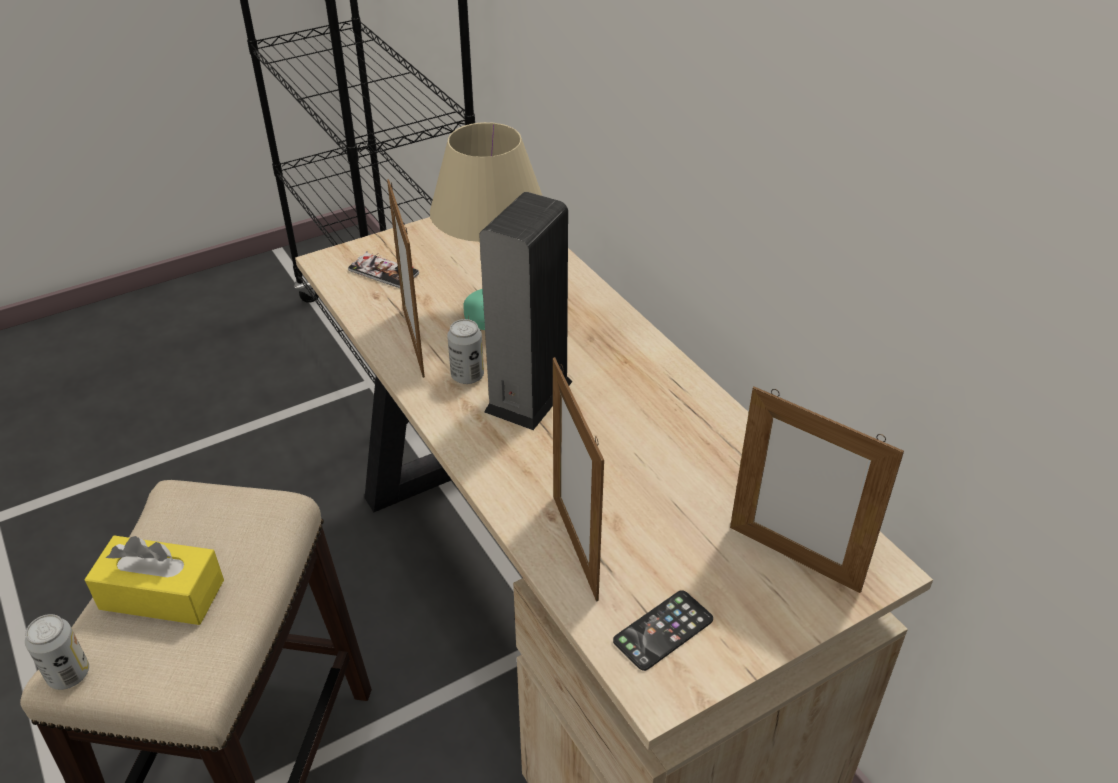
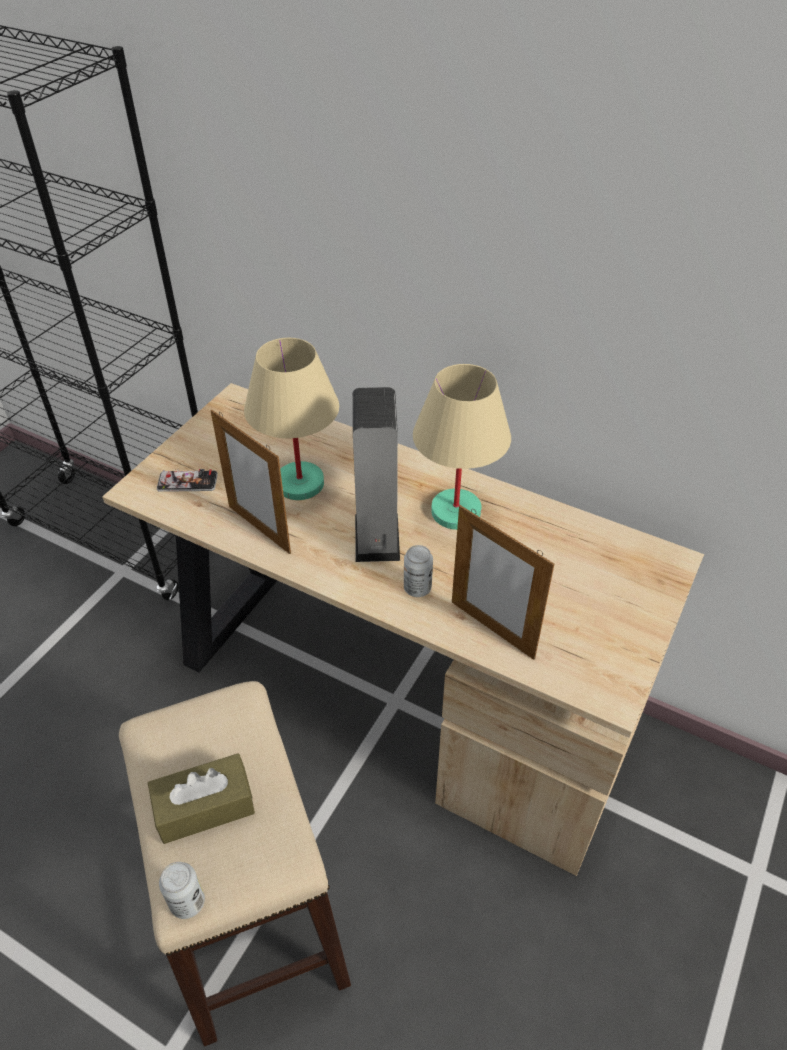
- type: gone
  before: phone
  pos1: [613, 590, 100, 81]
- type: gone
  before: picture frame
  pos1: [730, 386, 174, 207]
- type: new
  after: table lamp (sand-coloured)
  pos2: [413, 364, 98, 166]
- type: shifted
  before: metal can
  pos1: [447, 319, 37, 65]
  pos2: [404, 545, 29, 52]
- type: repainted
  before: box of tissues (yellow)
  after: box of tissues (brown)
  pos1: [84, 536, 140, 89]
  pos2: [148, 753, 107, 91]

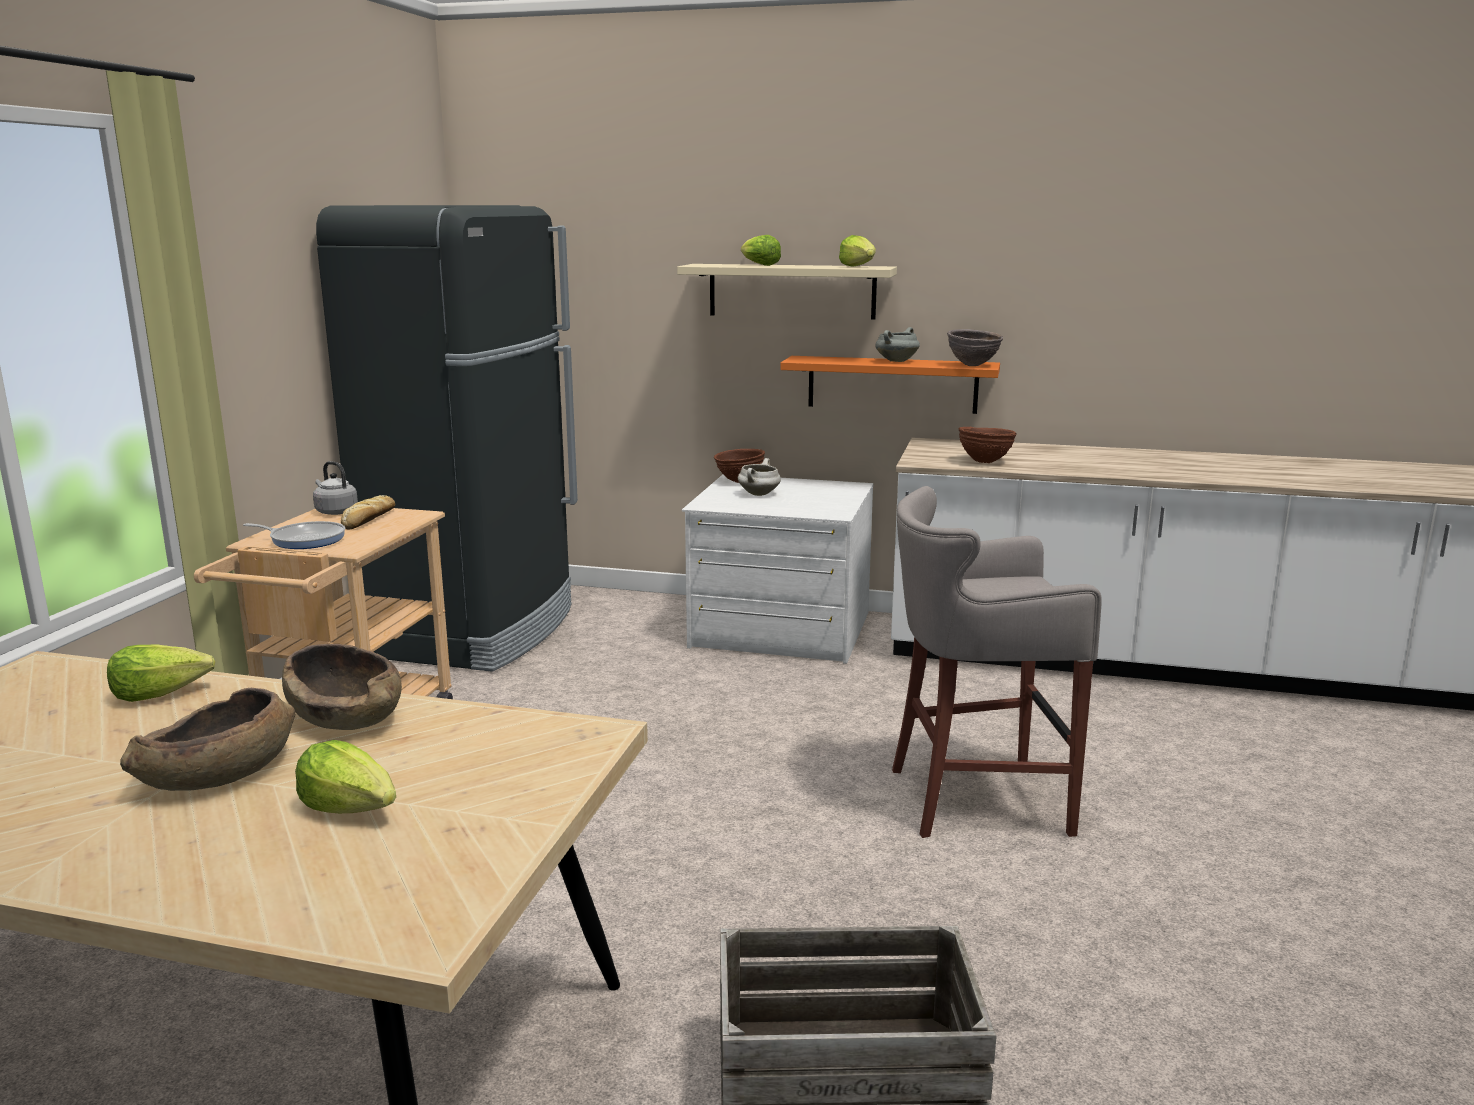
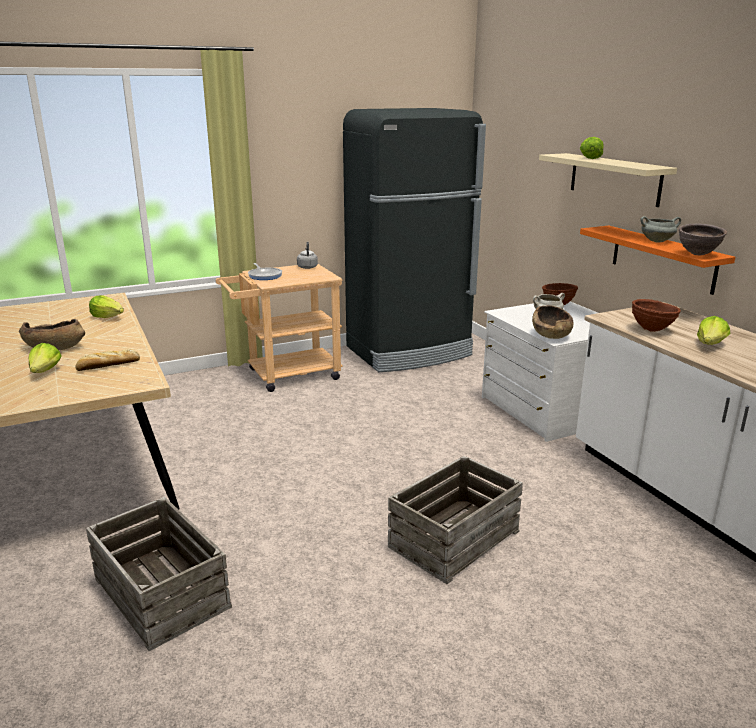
- type: shifted
  before: bowl (brown)
  pos1: [282, 644, 120, 86]
  pos2: [532, 305, 41, 34]
- type: shifted
  before: bread
  pos1: [341, 495, 54, 34]
  pos2: [75, 349, 65, 22]
- type: shifted
  before: lettuce
  pos1: [839, 235, 37, 32]
  pos2: [697, 316, 33, 29]
- type: swapped
  before: stool seat (grey)
  after: crate
  pos1: [892, 486, 210, 352]
  pos2: [388, 456, 135, 128]

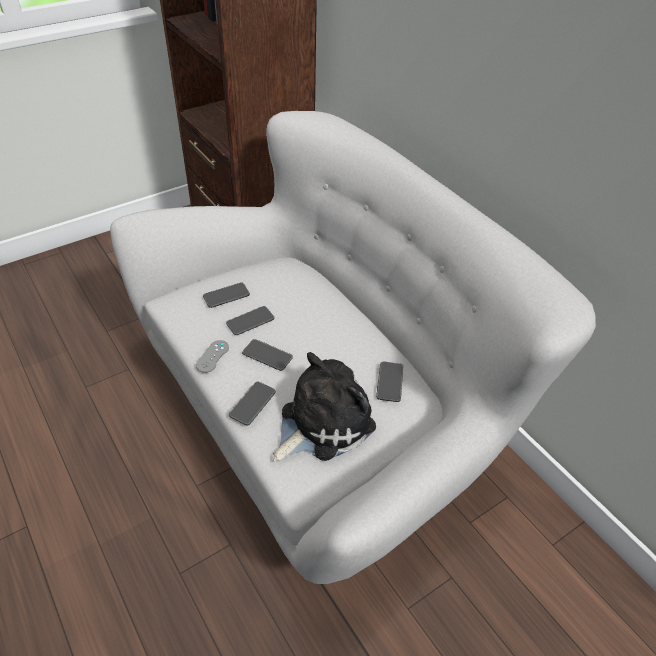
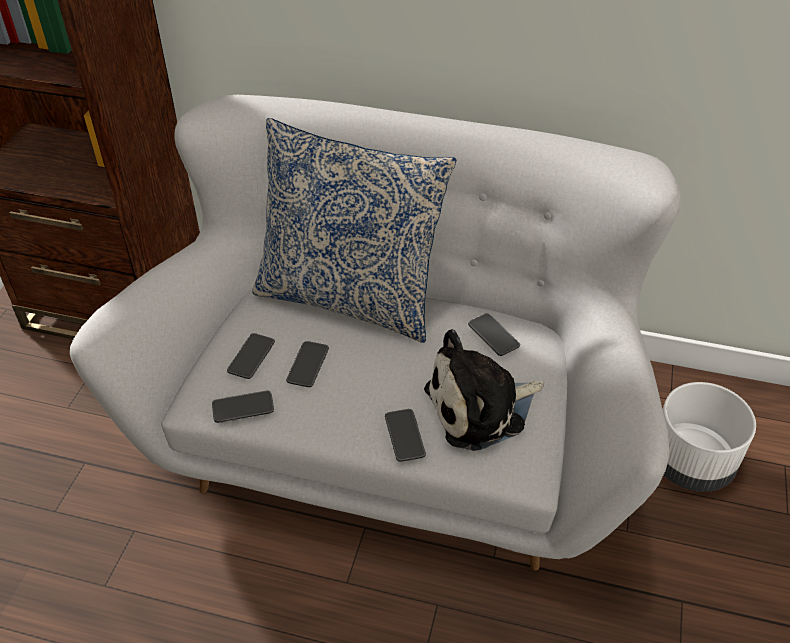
- type: gone
  before: joypad (grey)
  pos1: [196, 340, 33, 33]
- type: new
  after: cushion
  pos2: [252, 118, 204, 225]
- type: new
  after: plant pot (whitish)
  pos2: [662, 382, 94, 110]
- type: shifted
  before: phone
  pos1: [242, 339, 51, 32]
  pos2: [212, 390, 62, 33]
- type: rotated
  before: plush toy
  pos1: [273, 352, 103, 110]
  pos2: [424, 329, 120, 122]
  turn: -120

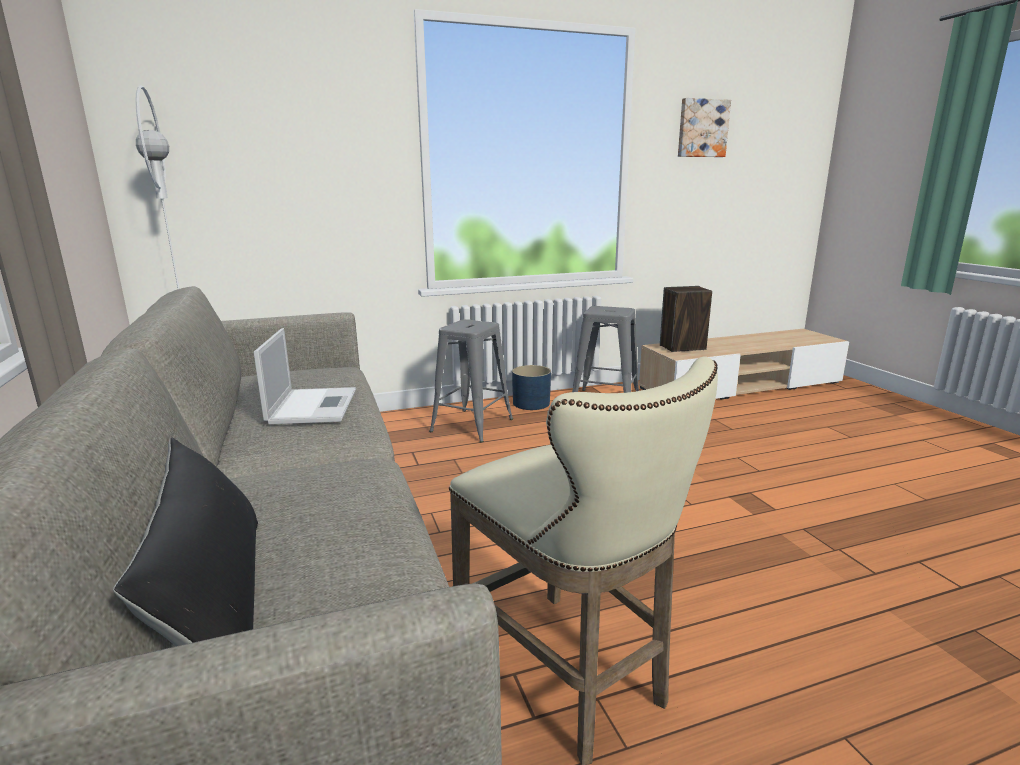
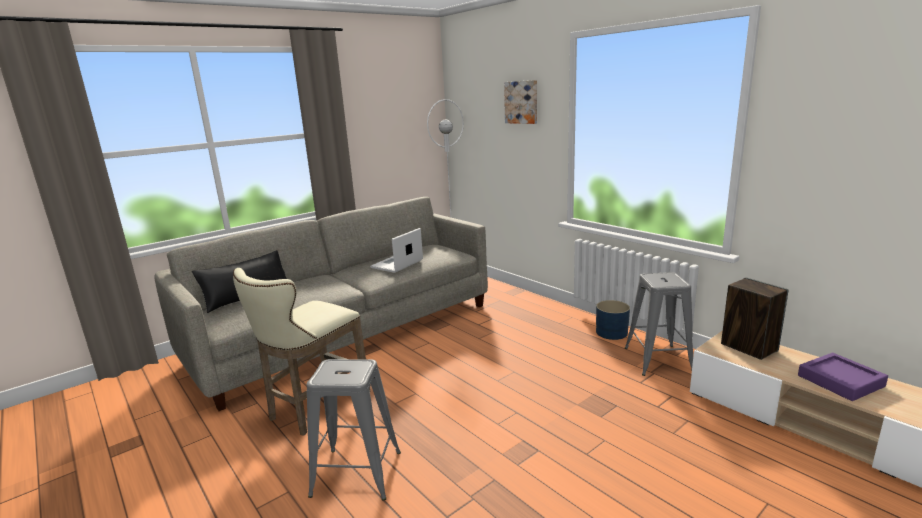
- type: new
  after: carrying tray (purple)
  pos2: [798, 353, 90, 48]
- type: shifted
  before: stool seat (grey)
  pos1: [429, 319, 84, 124]
  pos2: [307, 359, 94, 142]
- type: shifted
  before: wall art
  pos1: [678, 98, 53, 59]
  pos2: [504, 80, 33, 44]
- type: rotated
  before: laptop
  pos1: [254, 328, 102, 96]
  pos2: [370, 228, 53, 45]
  turn: 150

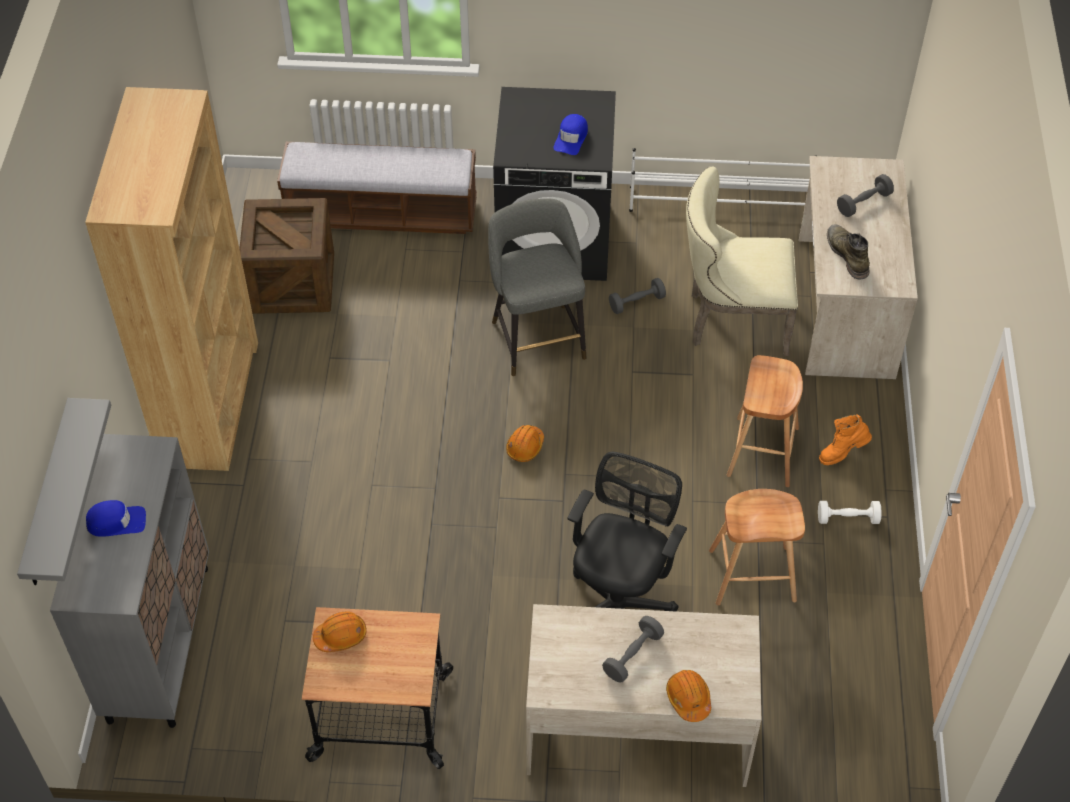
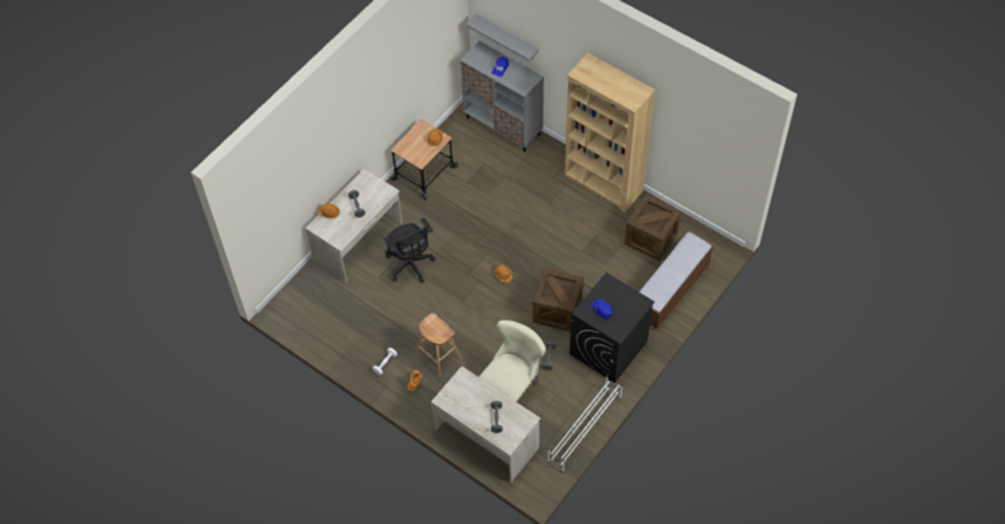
- type: gone
  before: stool seat (brown)
  pos1: [709, 489, 96, 116]
- type: gone
  before: boot (green-coloured)
  pos1: [827, 224, 43, 55]
- type: swapped
  before: stool seat (grey)
  after: crate
  pos1: [488, 198, 98, 178]
  pos2: [532, 268, 52, 64]

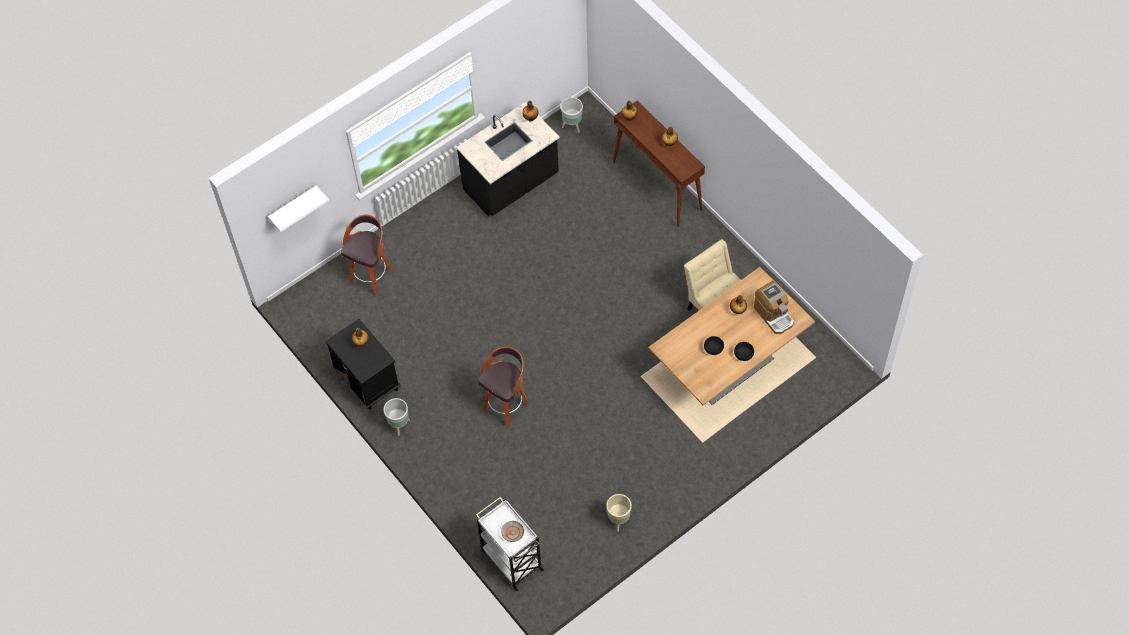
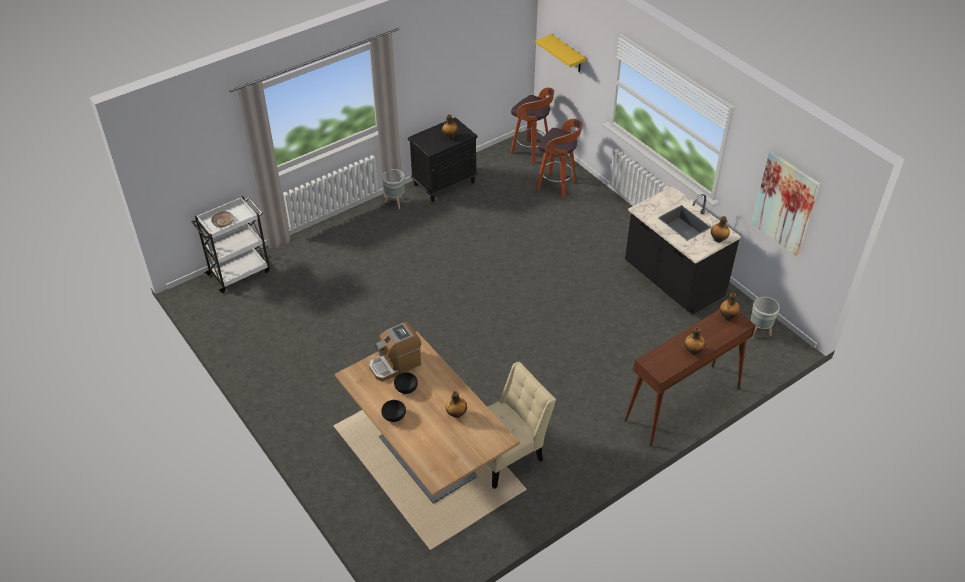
- type: gone
  before: plant pot (sand-coloured)
  pos1: [606, 494, 26, 38]
- type: new
  after: wall art
  pos2: [752, 151, 68, 105]
- type: shifted
  before: stool seat
  pos1: [478, 346, 51, 81]
  pos2: [511, 88, 43, 75]
- type: shifted
  before: coffee machine
  pos1: [754, 281, 40, 53]
  pos2: [369, 322, 52, 60]
- type: repainted
  before: wall shelf (whitish)
  after: wall shelf (yellow)
  pos1: [268, 185, 61, 47]
  pos2: [536, 34, 50, 39]

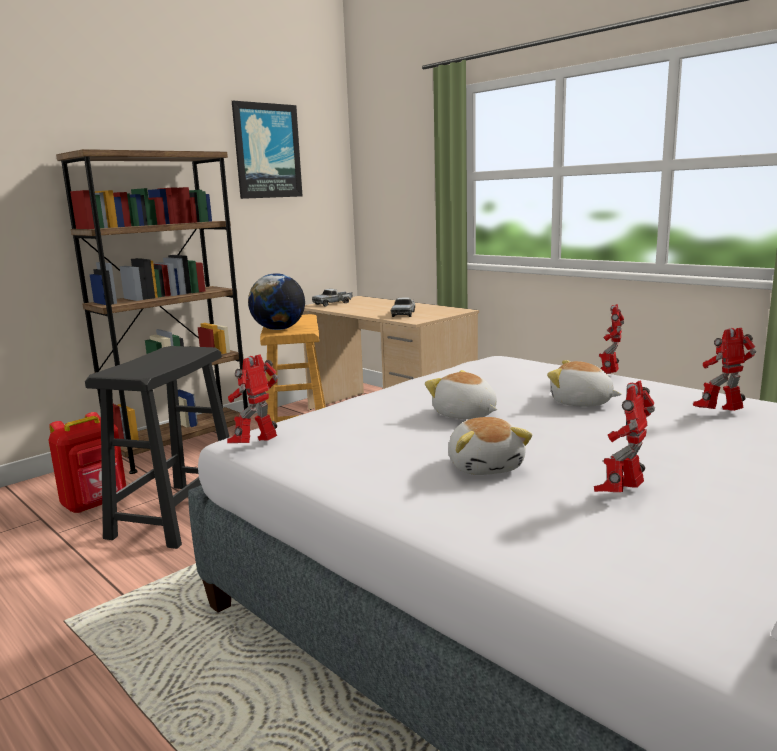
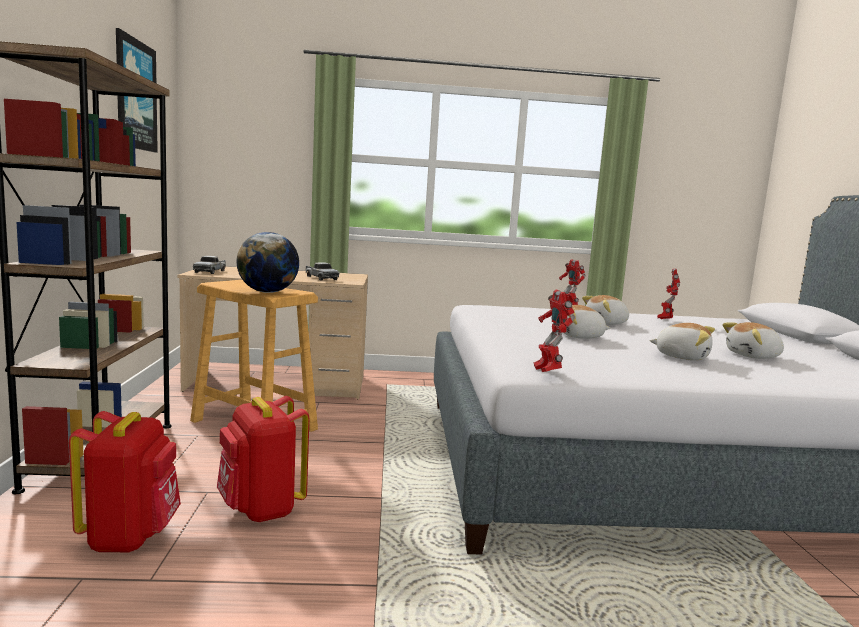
- type: swapped
  before: stool seat (blackish)
  after: backpack (red-coloured)
  pos1: [85, 346, 144, 203]
  pos2: [217, 396, 92, 126]
- type: swapped
  before: robot figure
  after: plush toy
  pos1: [594, 381, 61, 111]
  pos2: [722, 322, 62, 37]

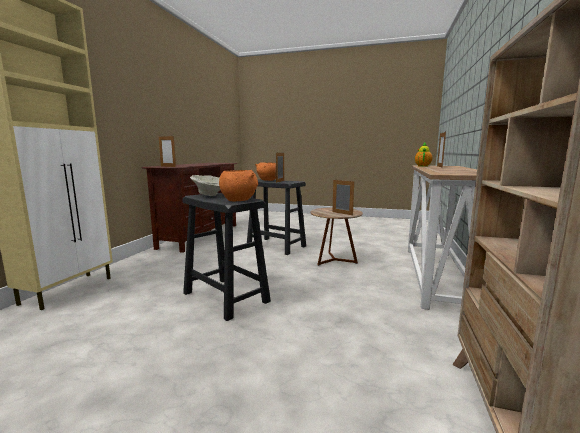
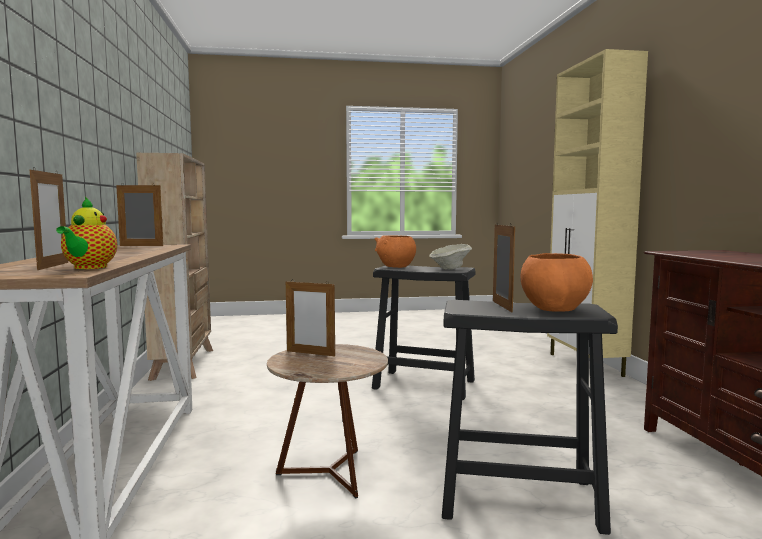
- type: shifted
  before: picture frame
  pos1: [159, 136, 17, 31]
  pos2: [116, 183, 47, 63]

